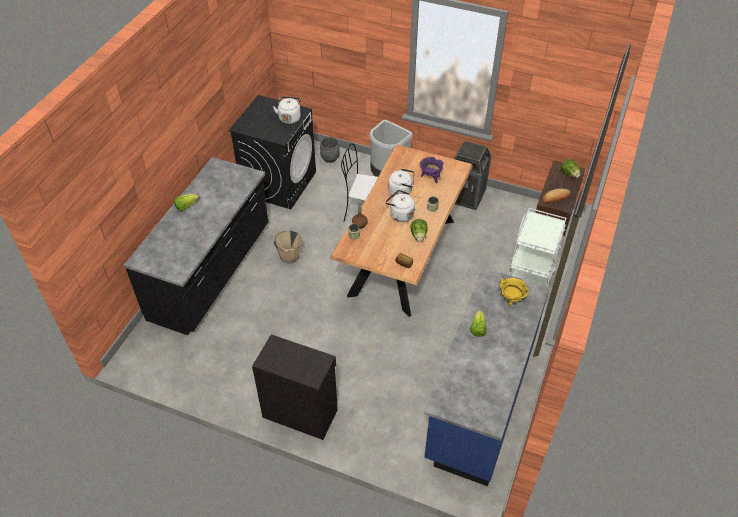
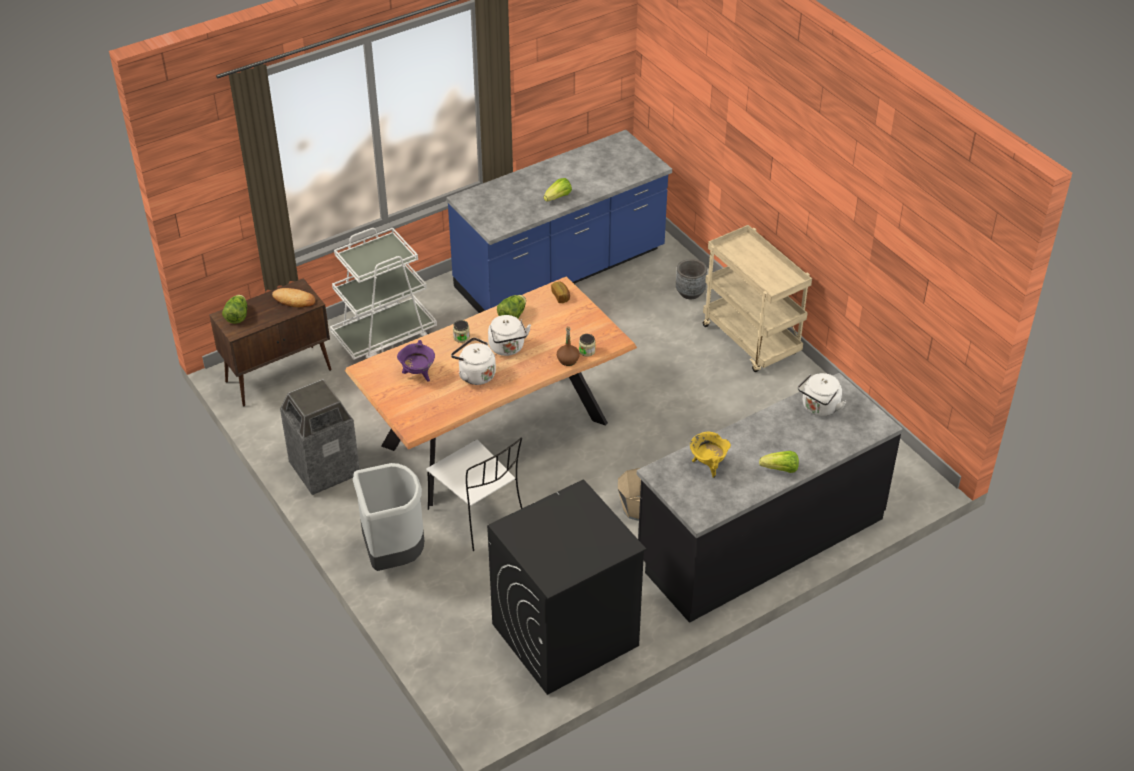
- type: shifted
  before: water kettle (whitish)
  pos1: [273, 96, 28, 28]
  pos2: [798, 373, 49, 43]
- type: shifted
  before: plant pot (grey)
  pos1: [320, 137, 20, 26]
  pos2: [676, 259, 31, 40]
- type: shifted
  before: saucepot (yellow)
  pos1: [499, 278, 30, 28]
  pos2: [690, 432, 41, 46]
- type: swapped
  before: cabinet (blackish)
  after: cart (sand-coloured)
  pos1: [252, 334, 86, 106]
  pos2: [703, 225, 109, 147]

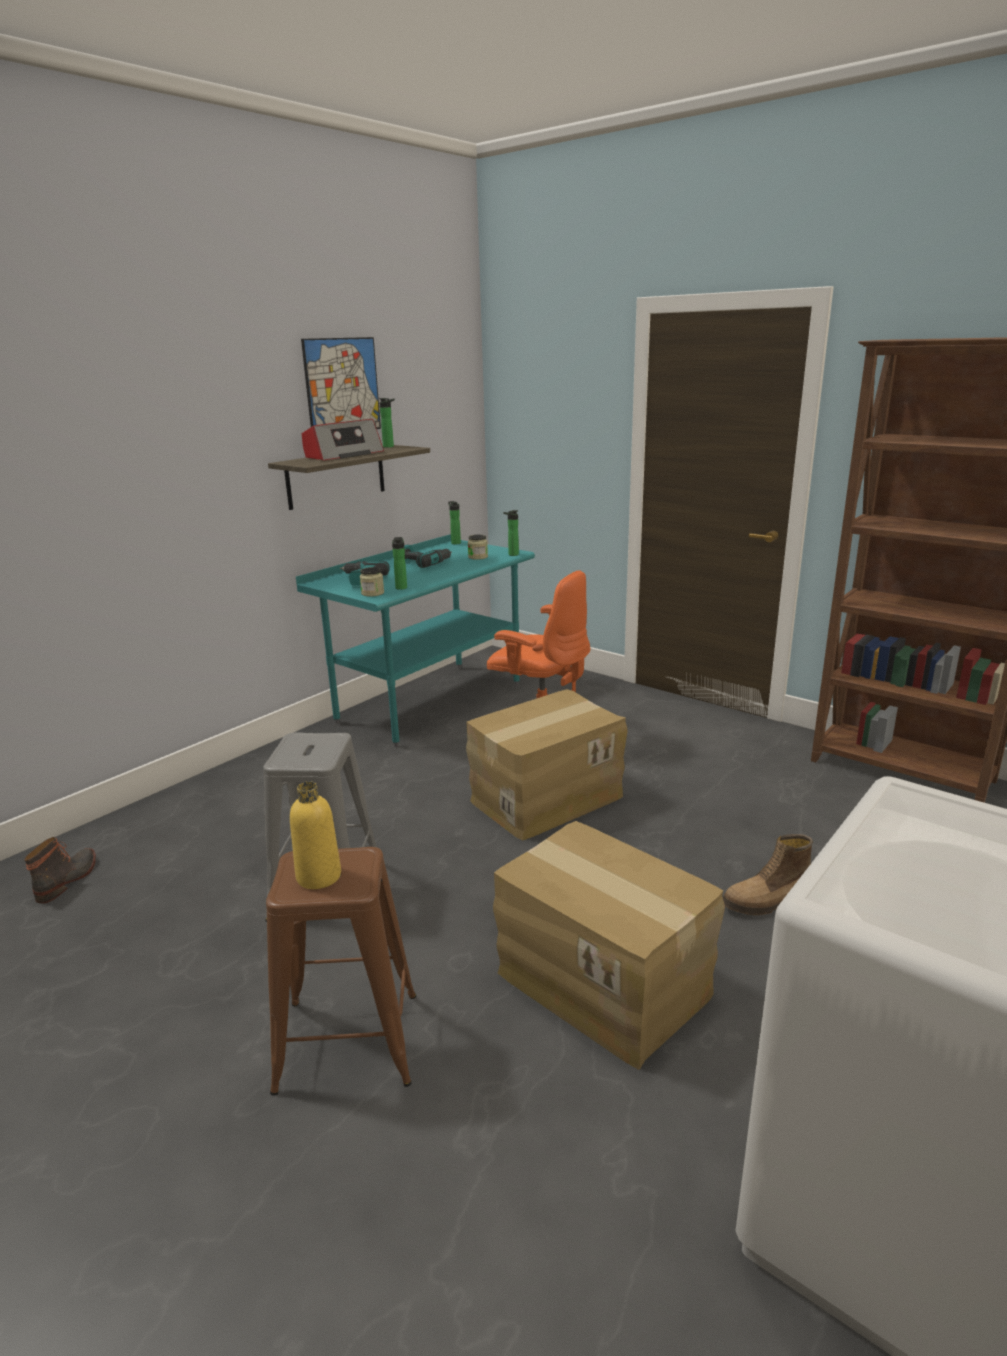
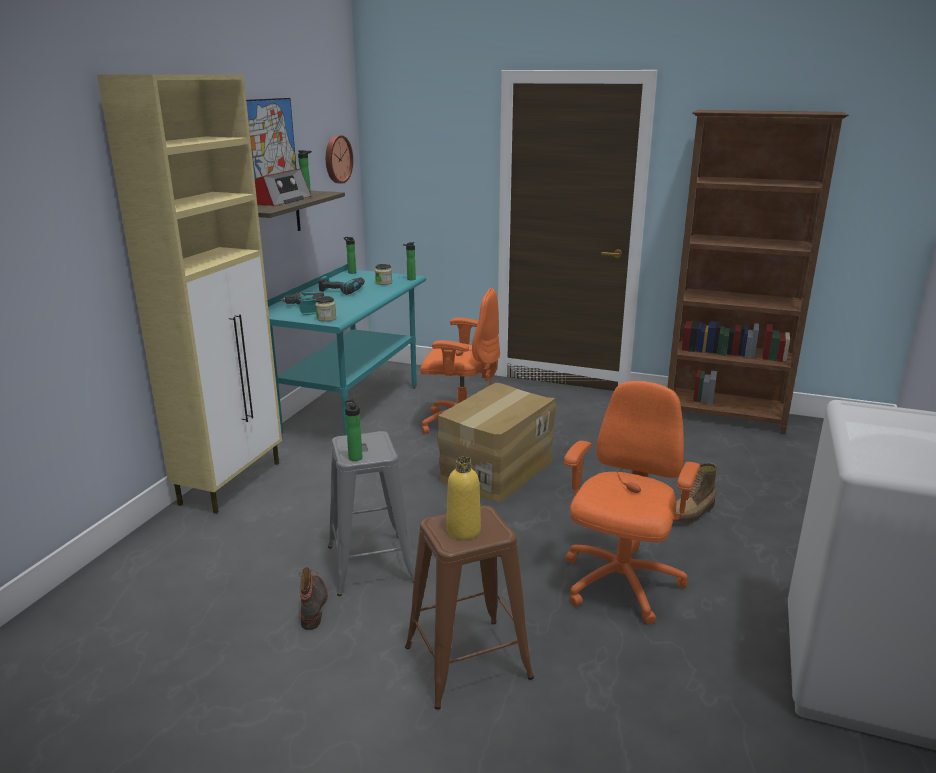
- type: new
  after: cabinet (sand-coloured)
  pos2: [97, 75, 185, 439]
- type: new
  after: hanging clock
  pos2: [326, 135, 27, 49]
- type: shifted
  before: boot
  pos1: [24, 837, 72, 67]
  pos2: [299, 567, 29, 63]
- type: shifted
  before: bottle
  pos1: [392, 537, 15, 53]
  pos2: [344, 400, 19, 61]
- type: swapped
  before: cardboard box
  after: computer chair (orangey)
  pos1: [493, 821, 232, 249]
  pos2: [564, 381, 136, 243]

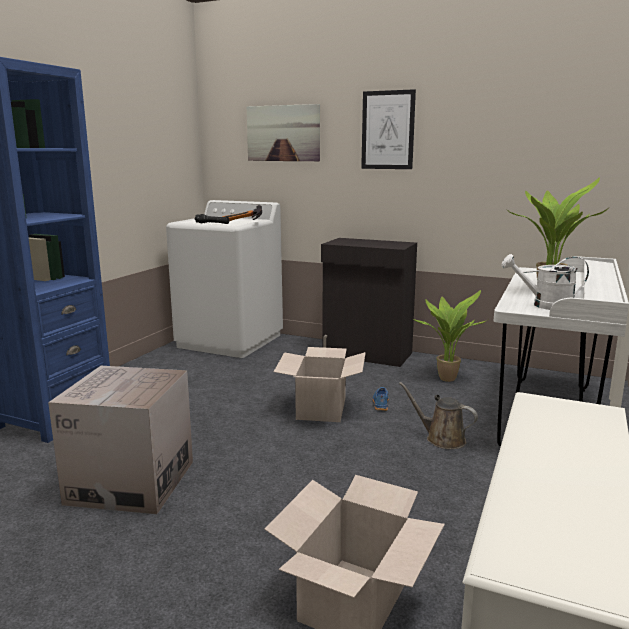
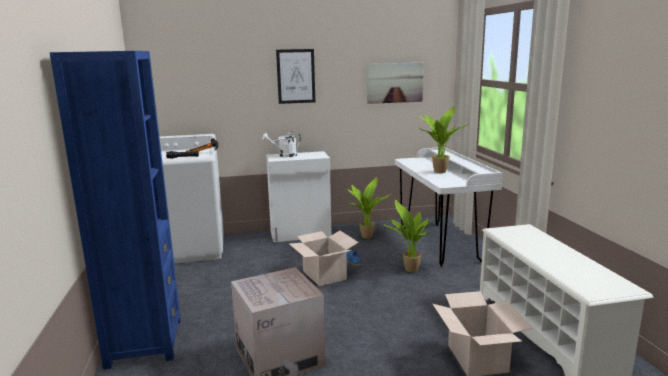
- type: shifted
  before: wall art
  pos1: [247, 104, 73, 57]
  pos2: [367, 63, 57, 41]
- type: shifted
  before: watering pot (whitish)
  pos1: [501, 254, 88, 56]
  pos2: [262, 131, 39, 26]
- type: swapped
  before: watering pot (brown)
  after: houseplant
  pos1: [399, 382, 79, 67]
  pos2: [383, 199, 52, 73]
- type: repainted
  before: cabinet (blackish)
  after: cabinet (whitish)
  pos1: [321, 238, 96, 129]
  pos2: [266, 151, 66, 91]

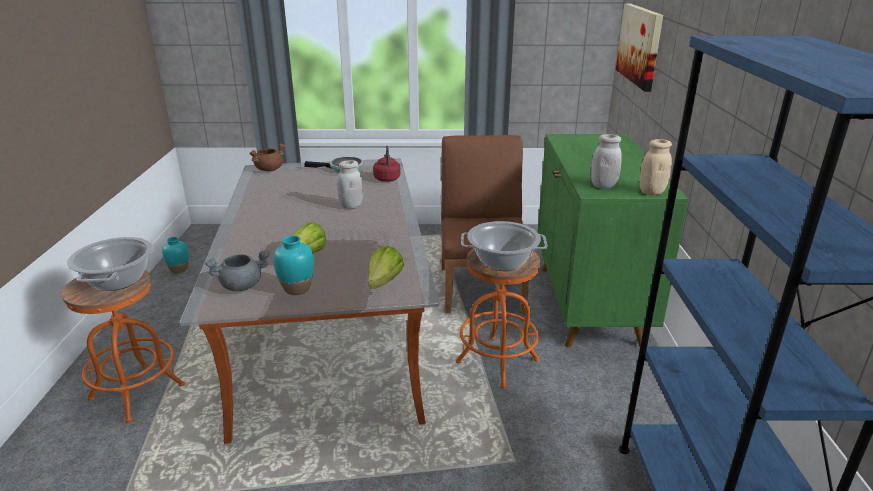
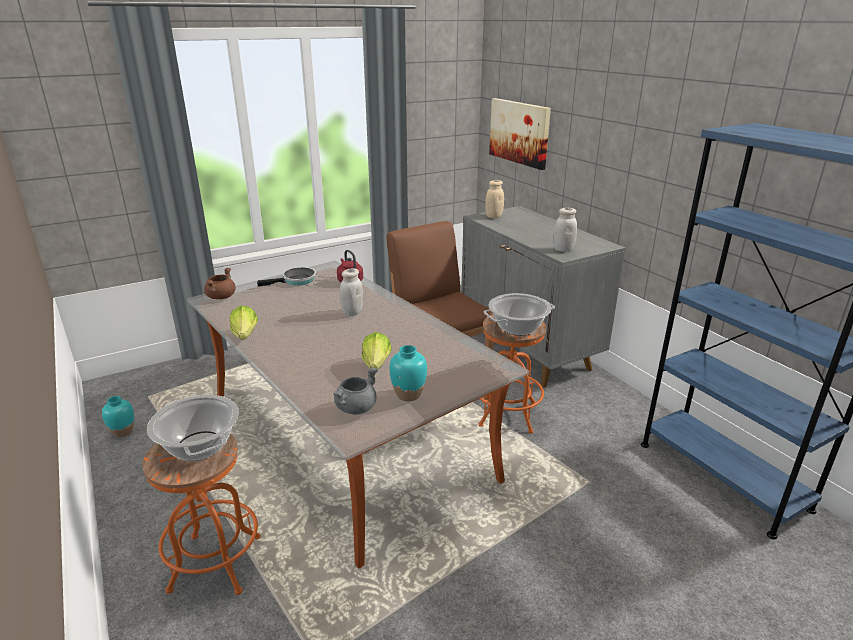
- type: shifted
  before: lettuce
  pos1: [369, 246, 35, 43]
  pos2: [230, 306, 28, 34]
- type: shifted
  before: preserve jar (sand-coloured)
  pos1: [640, 139, 32, 56]
  pos2: [485, 180, 19, 38]
- type: repainted
  before: cabinet (green-coloured)
  after: cabinet (grey)
  pos1: [538, 134, 151, 214]
  pos2: [461, 206, 164, 181]

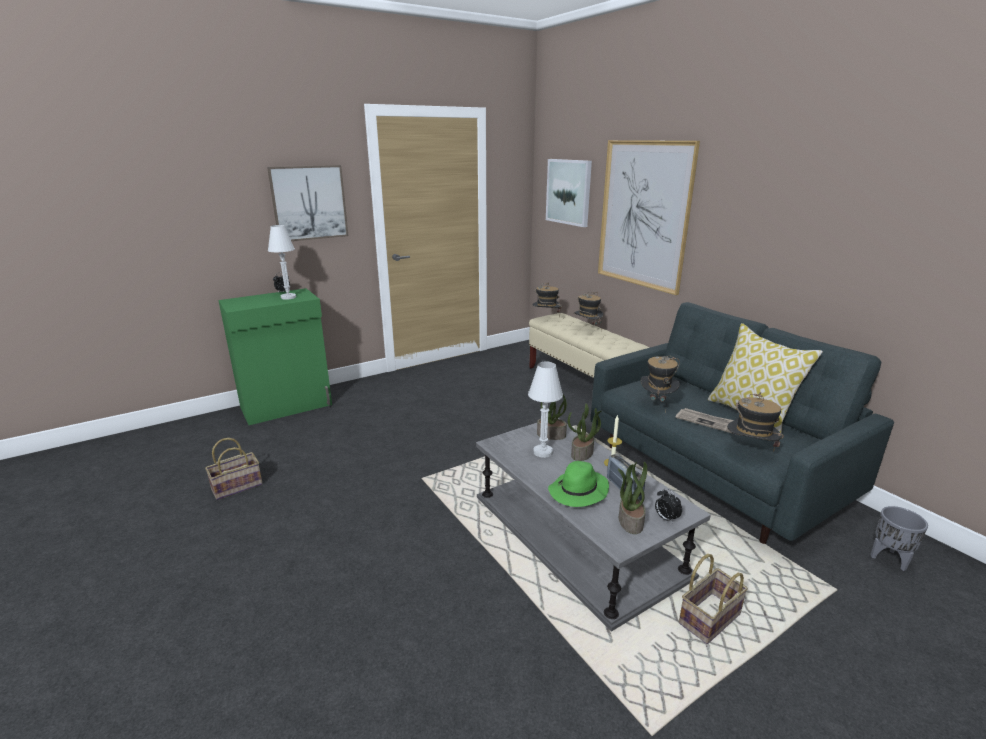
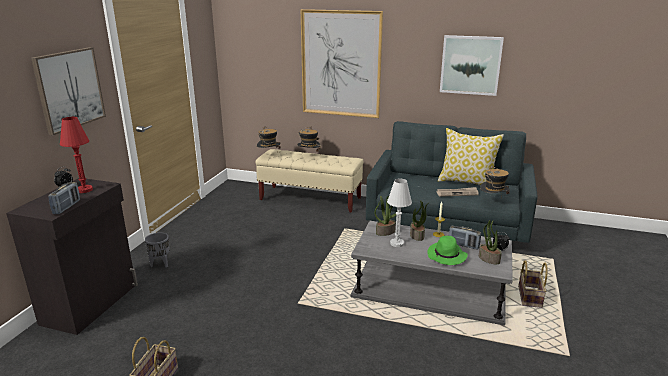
- type: gone
  before: clothing hat
  pos1: [641, 356, 39, 56]
- type: new
  after: radio receiver
  pos2: [48, 182, 32, 32]
- type: shifted
  before: wall art
  pos1: [546, 159, 46, 68]
  pos2: [440, 35, 64, 61]
- type: shifted
  before: plant pot (grey)
  pos1: [870, 506, 58, 65]
  pos2: [145, 232, 25, 36]
- type: repainted
  before: cabinet (green-coloured)
  after: cabinet (blackish)
  pos1: [218, 288, 114, 137]
  pos2: [6, 178, 132, 157]
- type: repainted
  before: table lamp (whitish)
  after: table lamp (red-coloured)
  pos1: [268, 225, 28, 75]
  pos2: [60, 117, 33, 76]

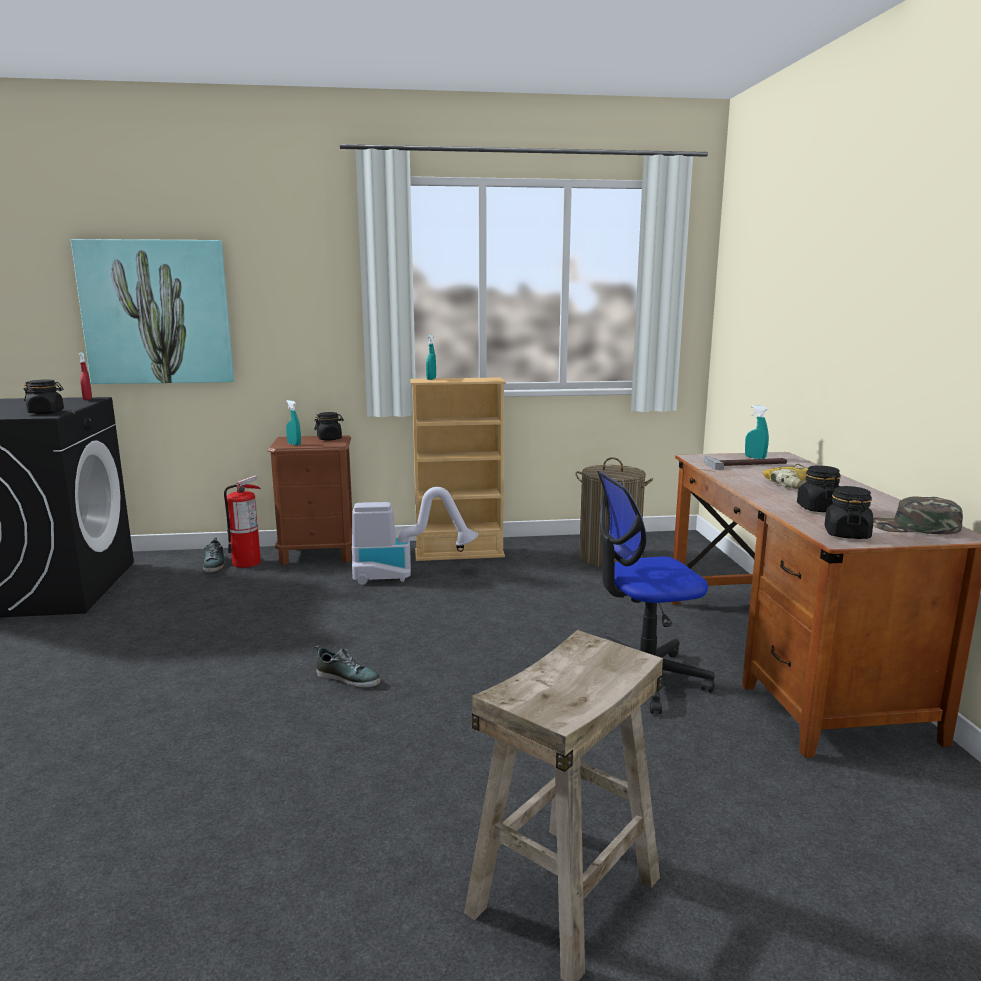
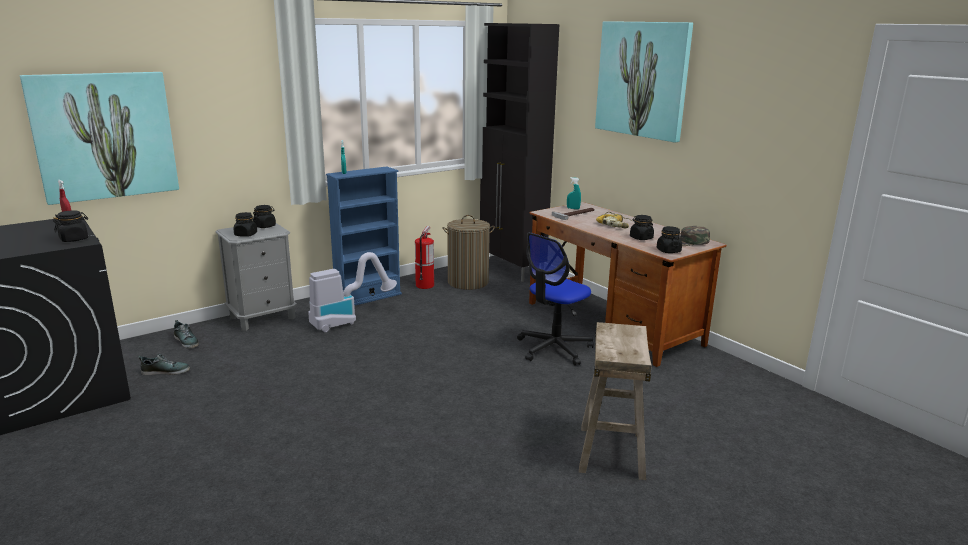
- type: new
  after: cabinet (blackish)
  pos2: [480, 23, 79, 259]
- type: new
  after: wall art
  pos2: [595, 21, 98, 122]
- type: shifted
  before: fire extinguisher
  pos1: [224, 475, 37, 93]
  pos2: [415, 226, 19, 63]
- type: shifted
  before: item of footwear
  pos1: [315, 645, 66, 43]
  pos2: [138, 354, 52, 21]
- type: swapped
  before: hand sprayer (blue-green)
  after: preserve jar (blackish)
  pos1: [286, 400, 15, 46]
  pos2: [233, 212, 24, 25]
- type: repainted
  before: night table (brown)
  after: night table (grey)
  pos1: [267, 435, 85, 130]
  pos2: [216, 223, 81, 108]
- type: repainted
  before: bookshelf (sand-coloured)
  after: bookshelf (blue-coloured)
  pos1: [410, 377, 96, 184]
  pos2: [326, 166, 76, 140]

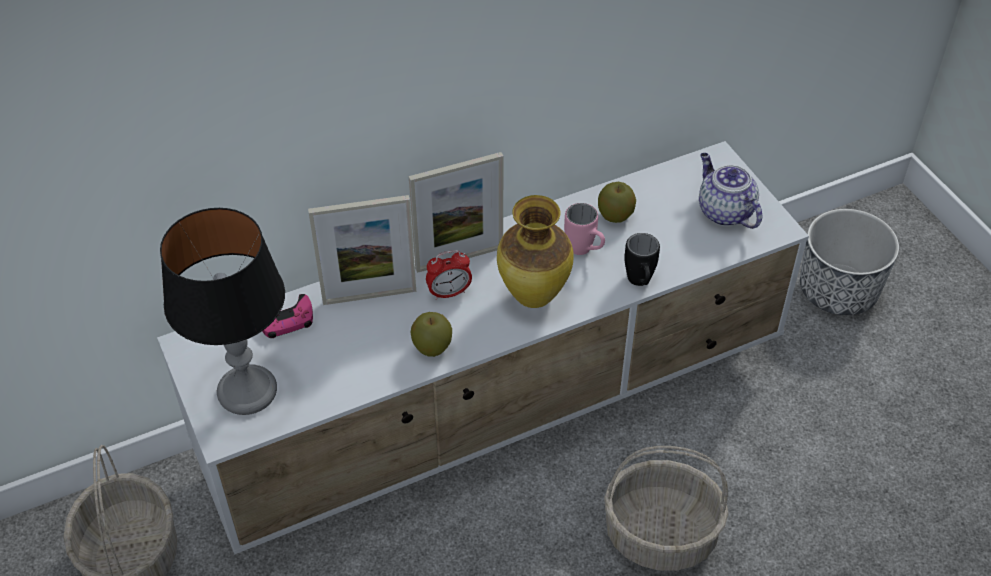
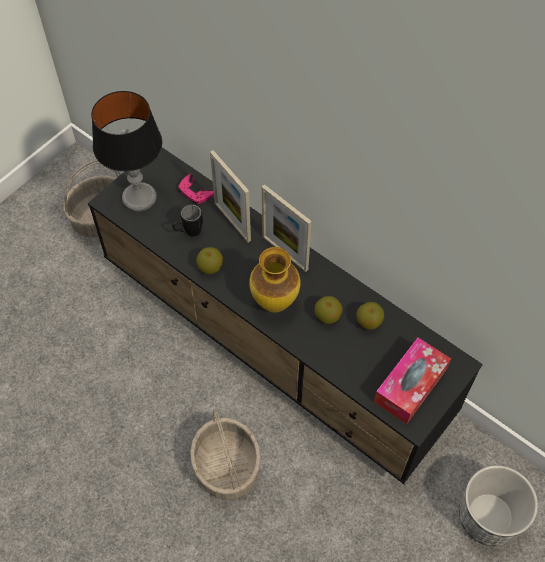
- type: gone
  before: table clock
  pos1: [426, 250, 46, 50]
- type: shifted
  before: mug (blackish)
  pos1: [624, 233, 36, 53]
  pos2: [172, 204, 31, 33]
- type: swapped
  before: mug (pinkish)
  after: apple fruit
  pos1: [564, 203, 41, 52]
  pos2: [315, 296, 27, 28]
- type: swapped
  before: tea pot
  after: box of tissues
  pos1: [699, 153, 63, 76]
  pos2: [374, 338, 77, 86]
- type: repainted
  before: tv unit (whitish)
  after: tv unit (blackish)
  pos1: [157, 141, 652, 413]
  pos2: [88, 147, 395, 337]

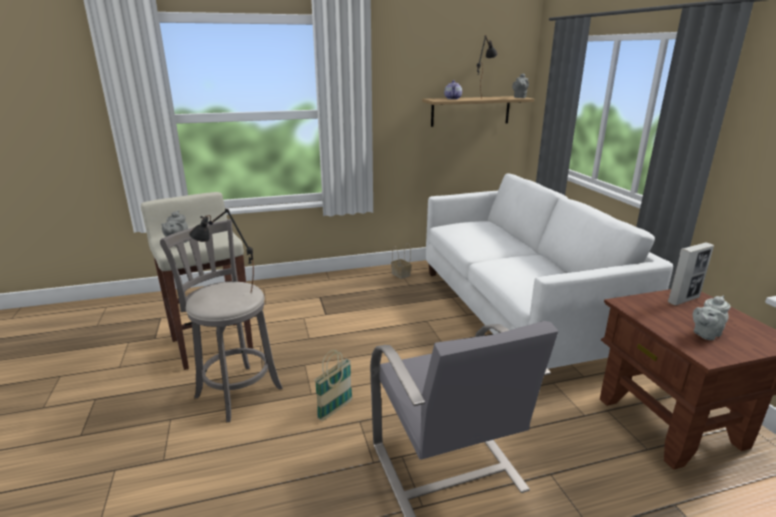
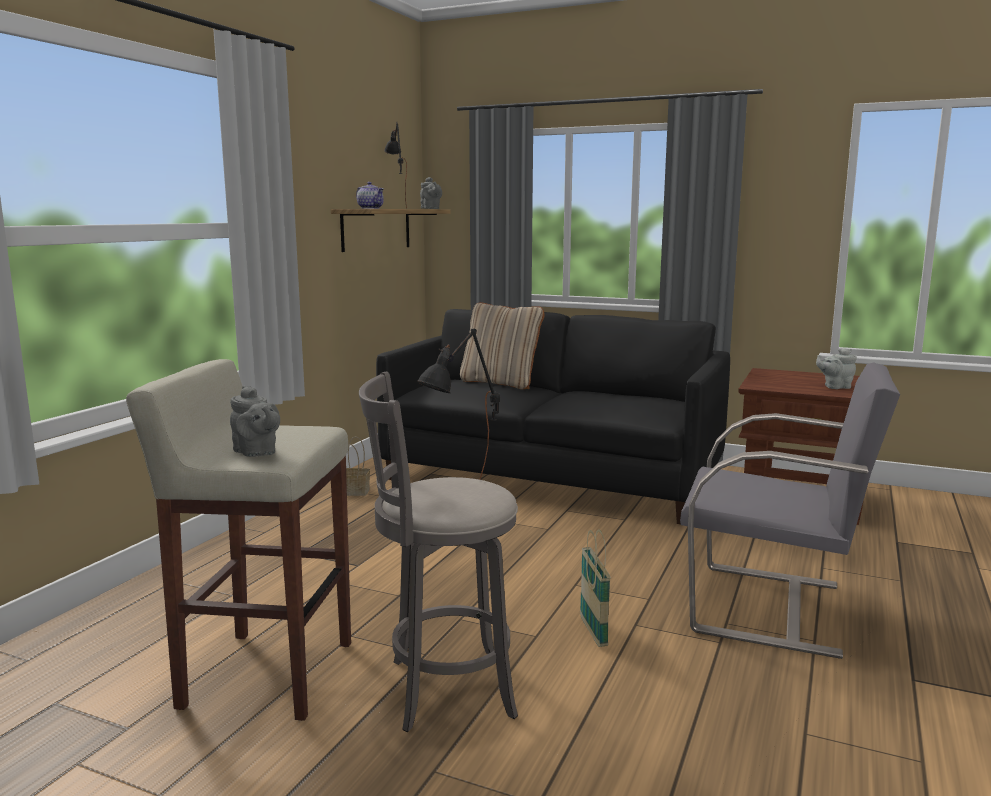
- type: gone
  before: picture frame
  pos1: [668, 242, 46, 63]
- type: new
  after: cushion (sand-coloured)
  pos2: [460, 302, 85, 88]
- type: repainted
  before: couch (whitish)
  after: couch (blackish)
  pos1: [425, 173, 248, 196]
  pos2: [376, 309, 354, 215]
- type: rotated
  before: tea pot (grey)
  pos1: [693, 296, 38, 44]
  pos2: [816, 348, 41, 41]
  turn: 75

